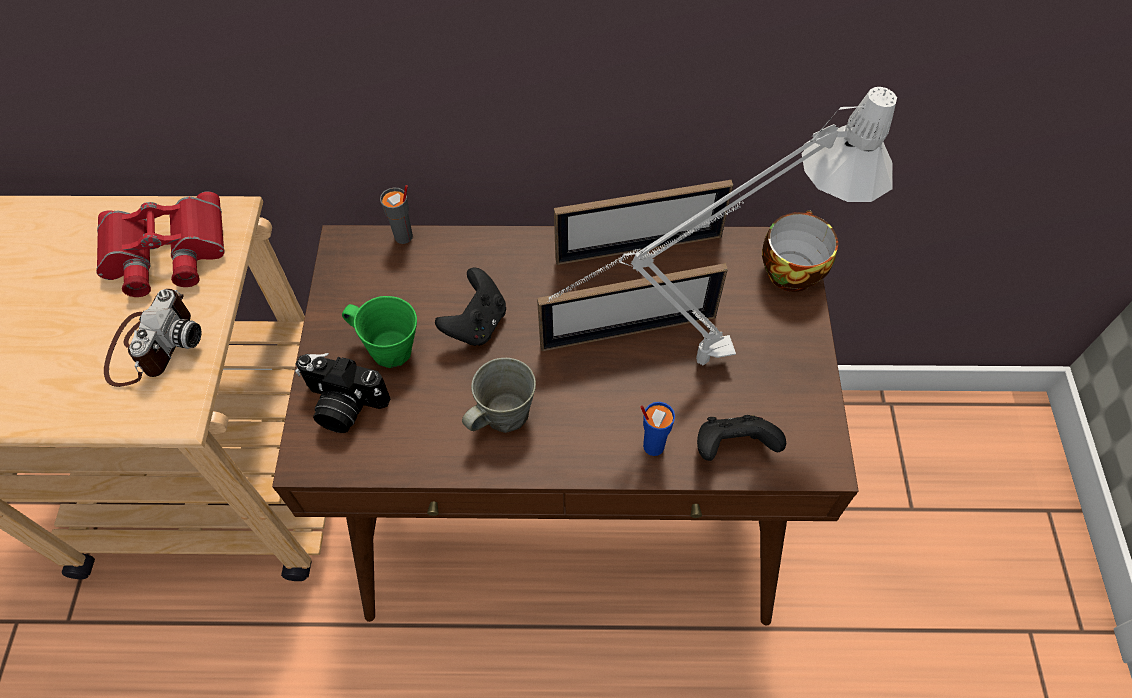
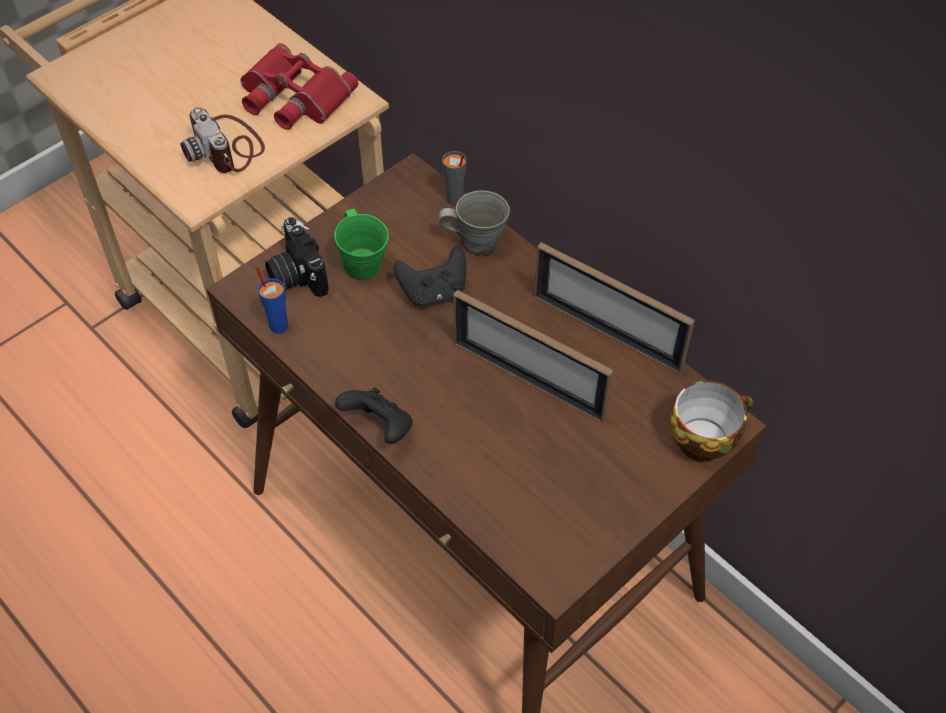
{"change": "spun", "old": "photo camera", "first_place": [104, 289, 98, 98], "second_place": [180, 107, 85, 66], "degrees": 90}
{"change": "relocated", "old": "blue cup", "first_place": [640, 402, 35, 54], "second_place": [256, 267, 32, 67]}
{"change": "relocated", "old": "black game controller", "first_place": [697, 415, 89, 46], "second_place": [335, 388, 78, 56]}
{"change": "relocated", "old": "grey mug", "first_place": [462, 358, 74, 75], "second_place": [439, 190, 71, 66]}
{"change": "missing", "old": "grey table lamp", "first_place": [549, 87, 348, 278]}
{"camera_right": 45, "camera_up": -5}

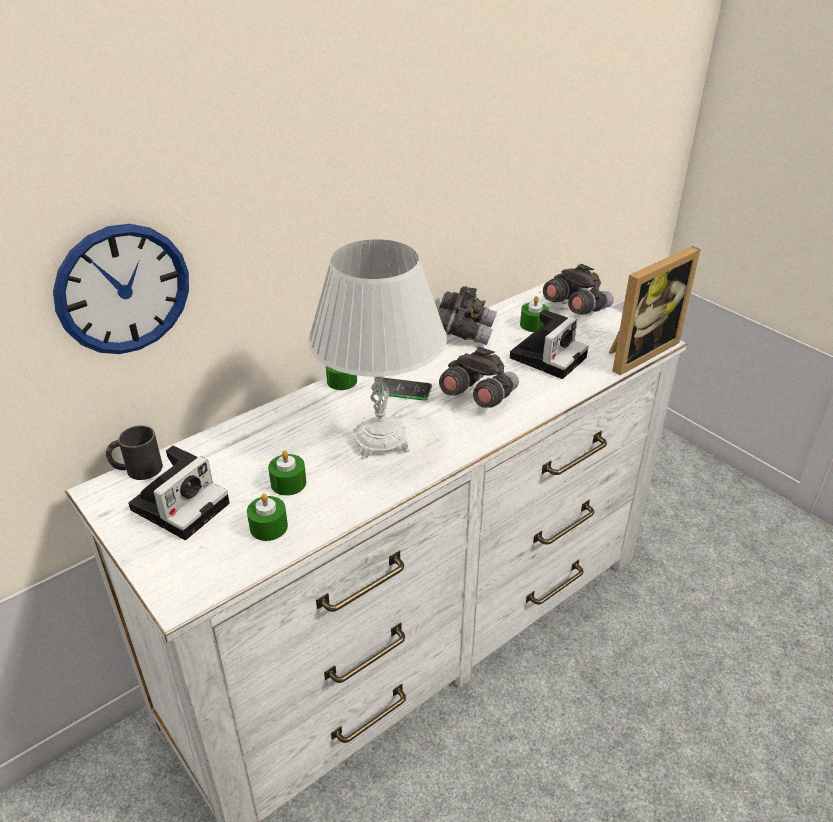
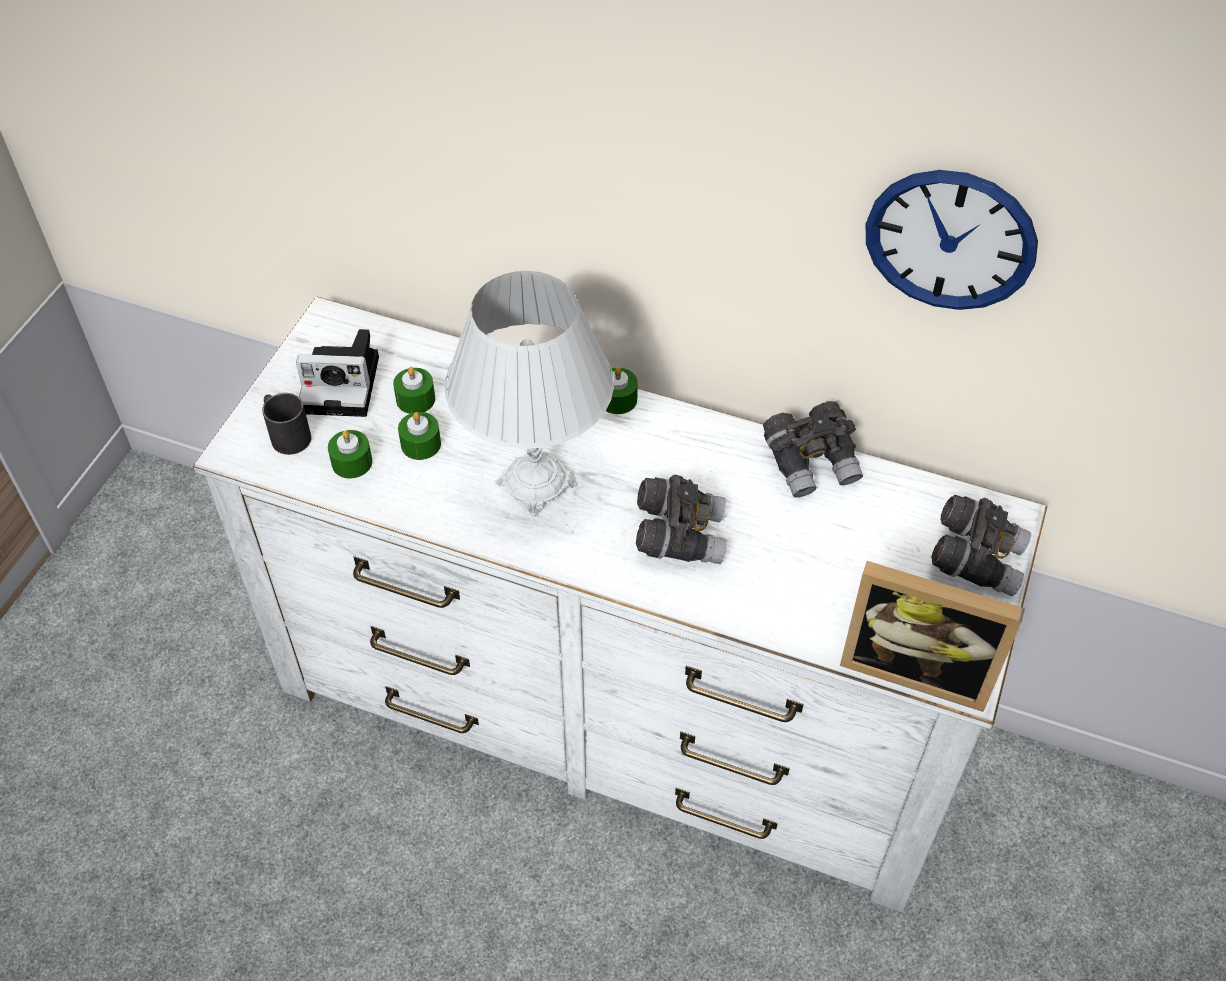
{"change": "relocated", "old": "black mug", "first_place": [106, 425, 57, 55], "second_place": [262, 393, 49, 62]}
{"change": "relocated", "old": "green candle", "first_place": [520, 296, 29, 36], "second_place": [393, 367, 42, 47]}
{"change": "relocated", "old": "wall clock", "first_place": [53, 224, 136, 130], "second_place": [866, 170, 172, 140]}
{"change": "missing", "old": "phone", "first_place": [374, 378, 58, 22]}
{"change": "missing", "old": "photo camera", "first_place": [510, 310, 79, 69]}
{"camera_right": 60, "camera_up": 15}

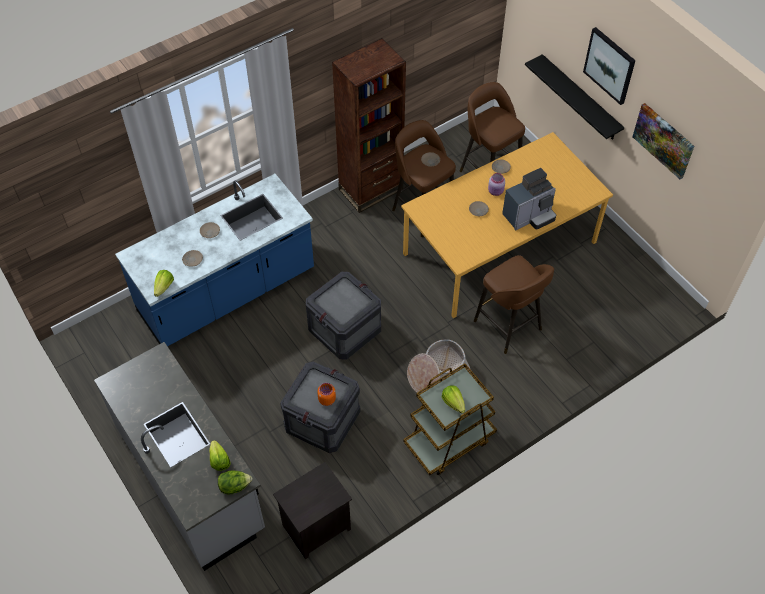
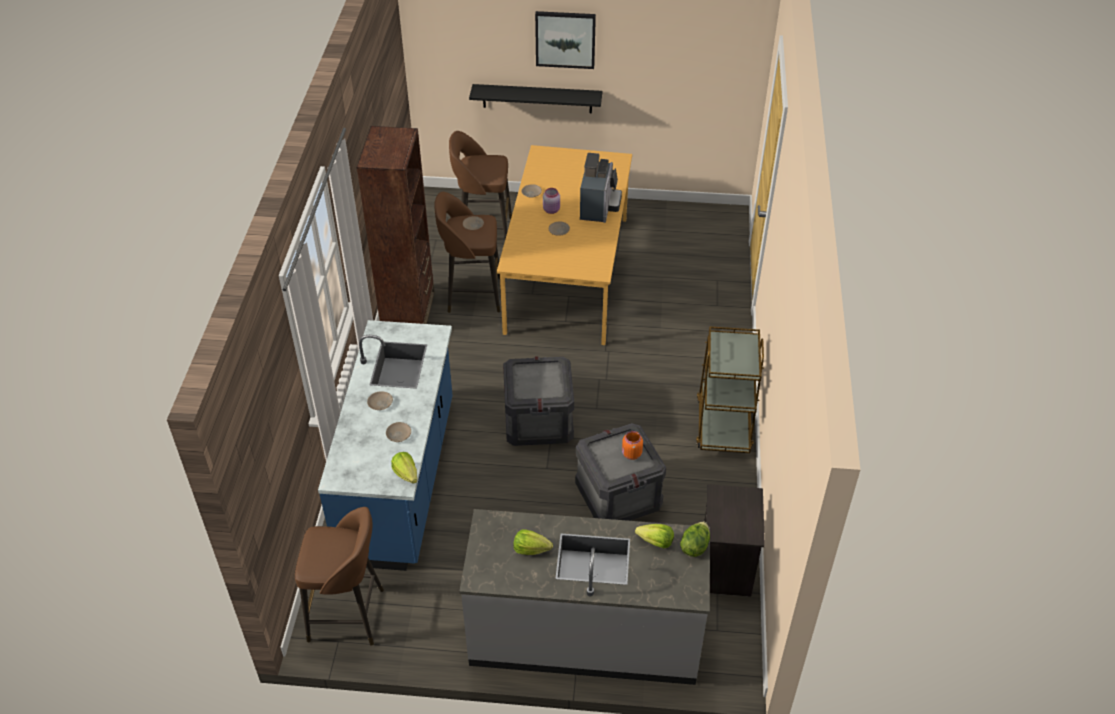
{"change": "relocated", "old": "brown stool", "first_place": [474, 255, 80, 99], "second_place": [295, 507, 89, 139]}
{"change": "relocated", "old": "lettuce", "first_place": [442, 385, 23, 28], "second_place": [513, 529, 40, 26]}
{"change": "missing", "old": "basket", "first_place": [407, 339, 66, 55]}
{"change": "missing", "old": "picture", "first_place": [632, 103, 62, 76]}
{"camera_right": -50, "camera_up": -10}

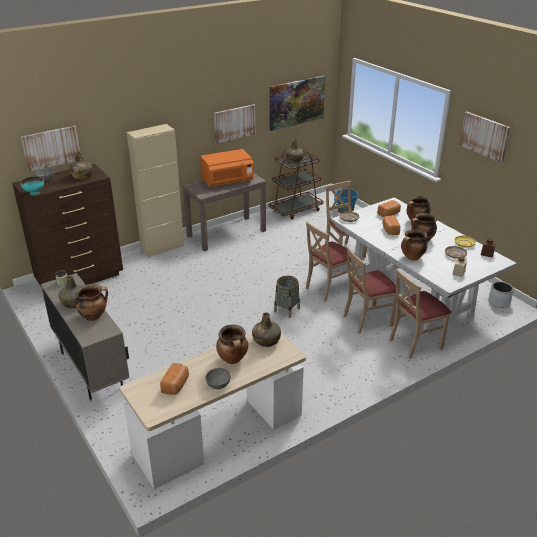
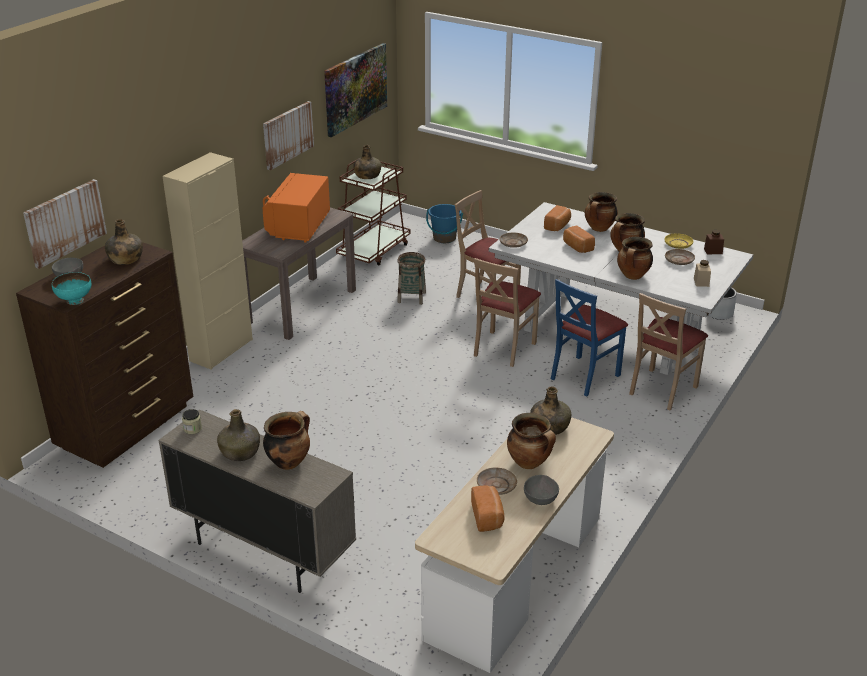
{"change": "spun", "old": "orange microwave", "first_place": [200, 149, 54, 38], "second_place": [263, 173, 67, 70], "degrees": 150}
{"change": "relocated", "old": "basket", "first_place": [274, 276, 26, 42], "second_place": [397, 252, 29, 53]}
{"change": "appeared", "new": "beige plate", "second_place": [477, 468, 40, 27]}
{"change": "colour", "old": "beige chair", "new": "blue chair", "first_place": [344, 247, 53, 86], "second_place": [551, 279, 77, 117]}
{"change": "missing", "old": "picture", "first_place": [460, 112, 50, 51]}
{"camera_right": -25, "camera_up": 0}

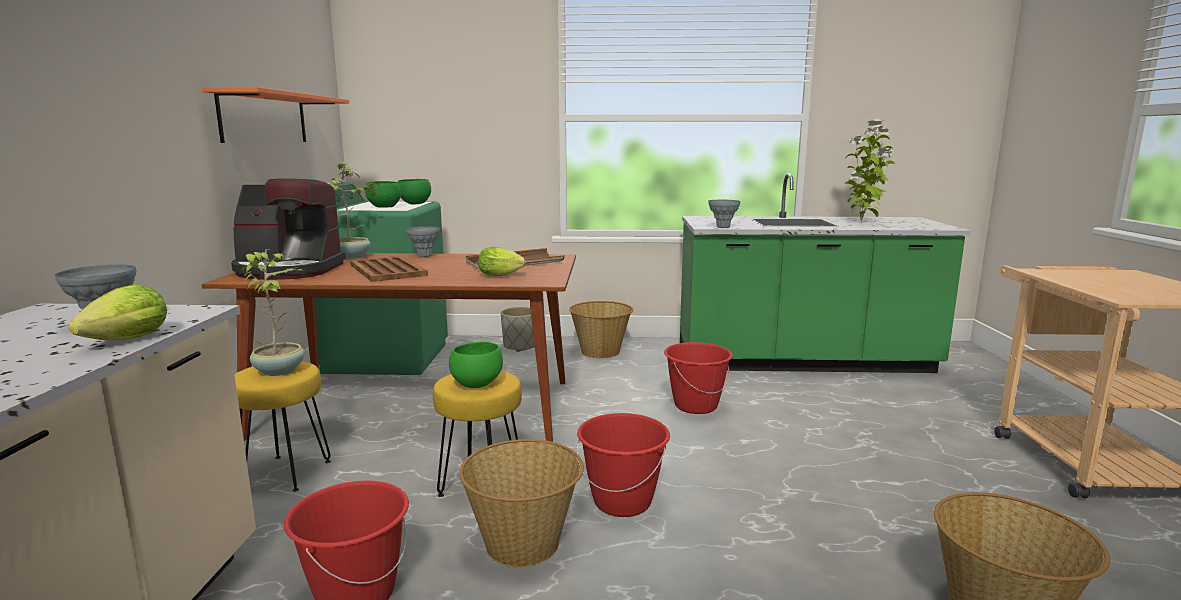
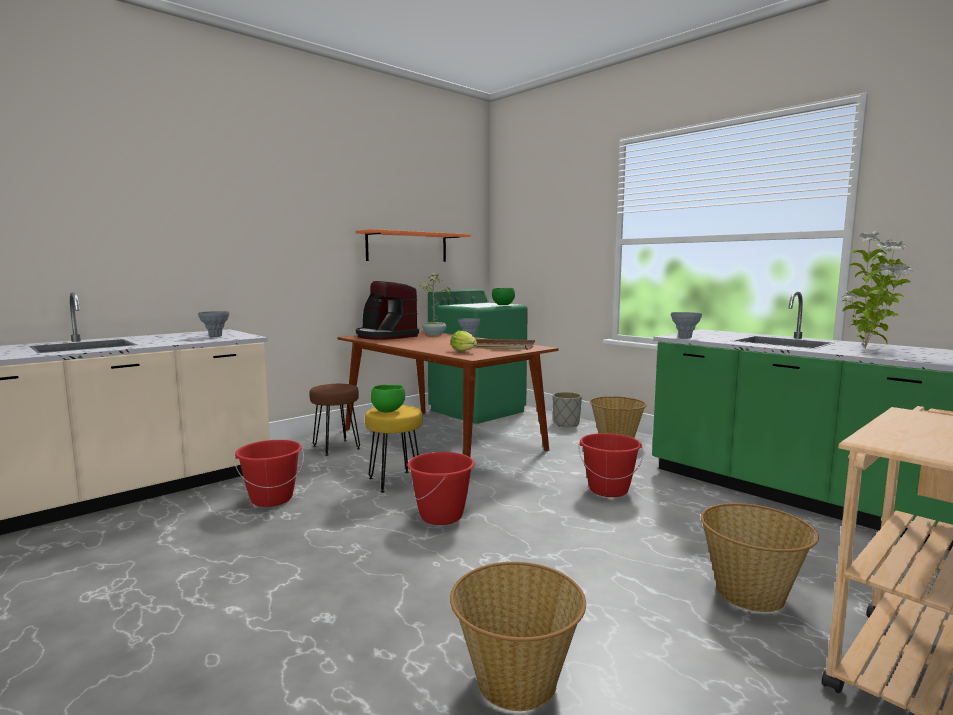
{"change": "colour", "old": "yellow stool", "new": "brown stool", "first_place": [234, 362, 97, 130], "second_place": [309, 384, 51, 72]}
{"change": "relocated", "old": "basket", "first_place": [459, 439, 125, 128], "second_place": [701, 503, 118, 109]}
{"change": "missing", "old": "lettuce", "first_place": [69, 284, 98, 56]}
{"change": "missing", "old": "potted plant", "first_place": [241, 249, 64, 127]}
{"change": "missing", "old": "brown tray", "first_place": [350, 256, 78, 26]}
{"change": "missing", "old": "green bowl", "first_place": [365, 181, 36, 27]}
{"camera_right": 45, "camera_up": -5}

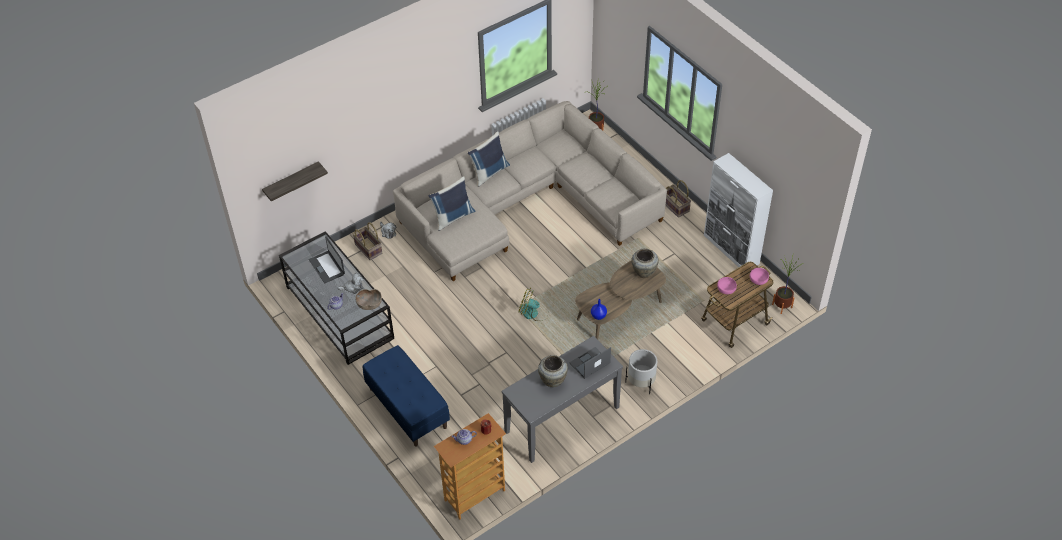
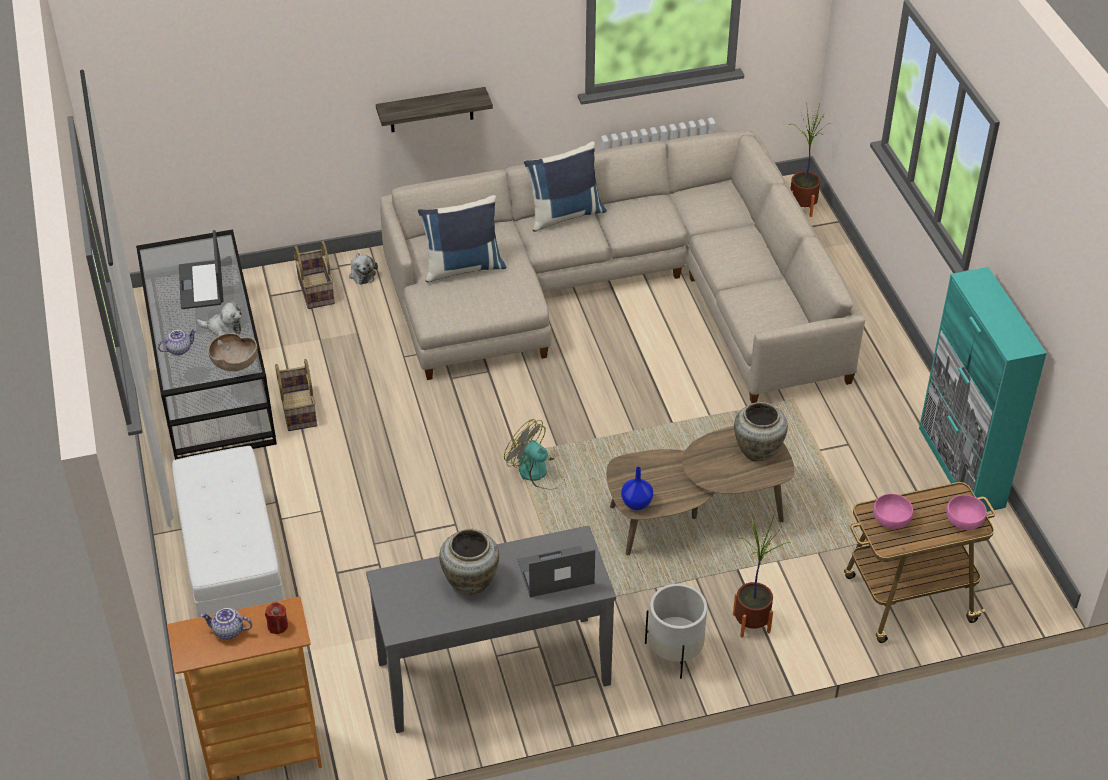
{"change": "colour", "old": "blue bench", "new": "white bench", "first_place": [363, 345, 87, 102], "second_place": [172, 446, 112, 171]}
{"change": "relocated", "old": "basket", "first_place": [665, 180, 26, 38], "second_place": [275, 359, 42, 72]}
{"change": "relocated", "old": "shelf", "first_place": [262, 161, 66, 40], "second_place": [376, 87, 117, 45]}
{"change": "relocated", "old": "potted plant", "first_place": [772, 255, 32, 59], "second_place": [733, 514, 58, 124]}
{"change": "colour", "old": "white cabinet", "new": "turquoise cabinet", "first_place": [704, 153, 69, 117], "second_place": [919, 267, 128, 245]}
{"camera_right": 20, "camera_up": -5}

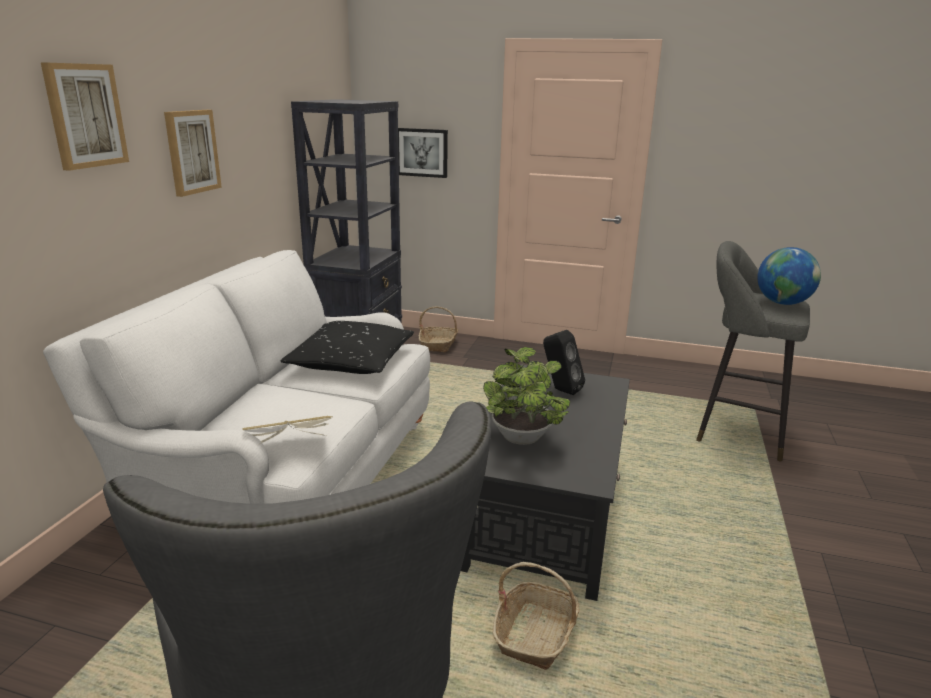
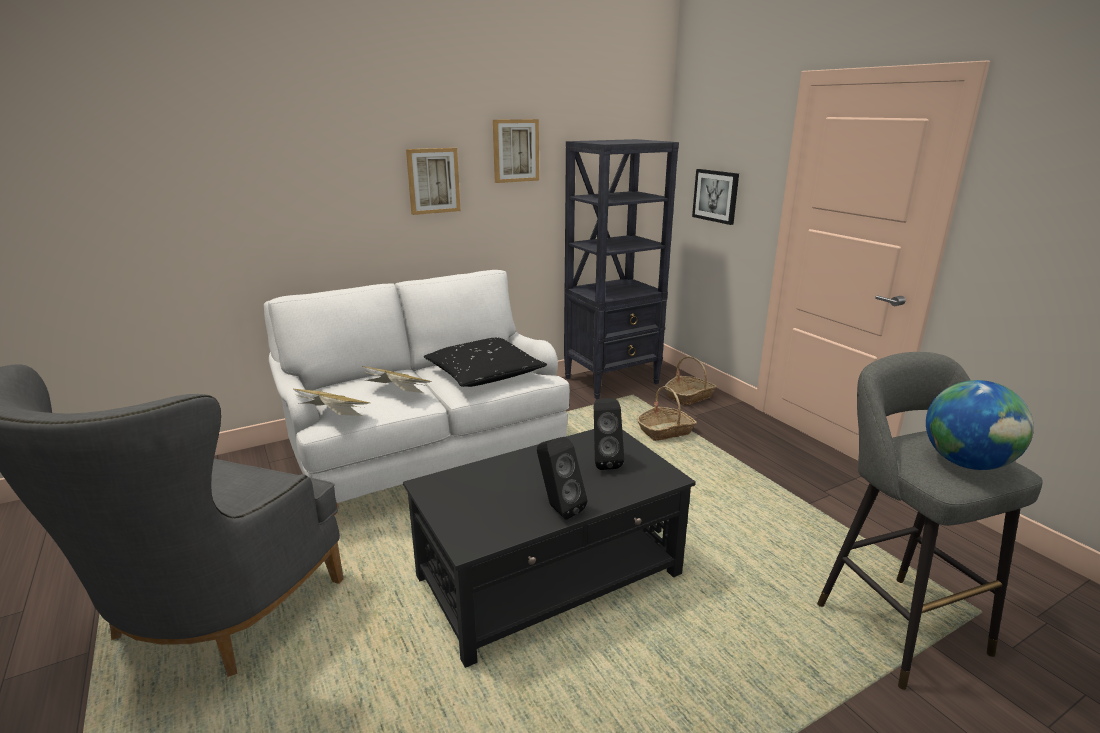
{"change": "appeared", "new": "book", "second_place": [362, 366, 70, 27]}
{"change": "relocated", "old": "picture", "first_place": [41, 62, 88, 109], "second_place": [493, 119, 46, 64]}
{"change": "appeared", "new": "black speaker", "second_place": [537, 437, 50, 83]}
{"change": "relocated", "old": "basket", "first_place": [493, 562, 87, 108], "second_place": [637, 386, 60, 55]}
{"change": "missing", "old": "potted plant", "first_place": [483, 347, 87, 98]}
{"camera_right": 45, "camera_up": 0}

